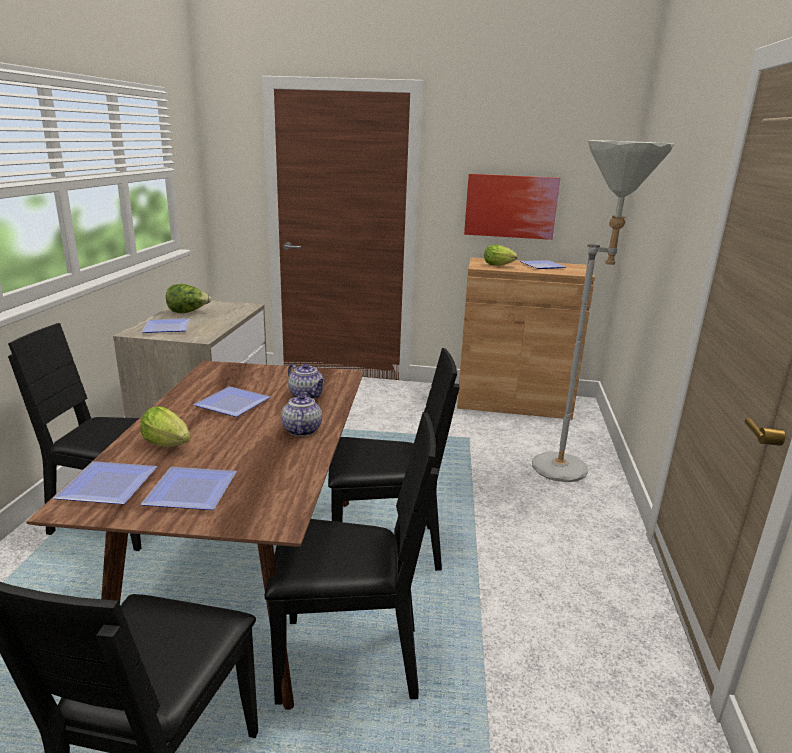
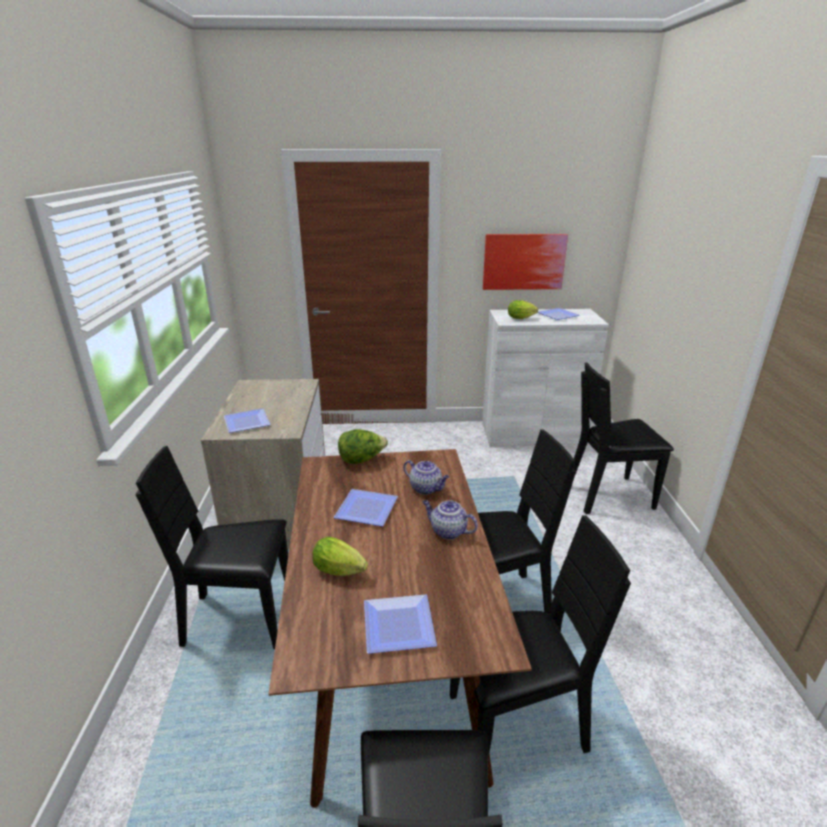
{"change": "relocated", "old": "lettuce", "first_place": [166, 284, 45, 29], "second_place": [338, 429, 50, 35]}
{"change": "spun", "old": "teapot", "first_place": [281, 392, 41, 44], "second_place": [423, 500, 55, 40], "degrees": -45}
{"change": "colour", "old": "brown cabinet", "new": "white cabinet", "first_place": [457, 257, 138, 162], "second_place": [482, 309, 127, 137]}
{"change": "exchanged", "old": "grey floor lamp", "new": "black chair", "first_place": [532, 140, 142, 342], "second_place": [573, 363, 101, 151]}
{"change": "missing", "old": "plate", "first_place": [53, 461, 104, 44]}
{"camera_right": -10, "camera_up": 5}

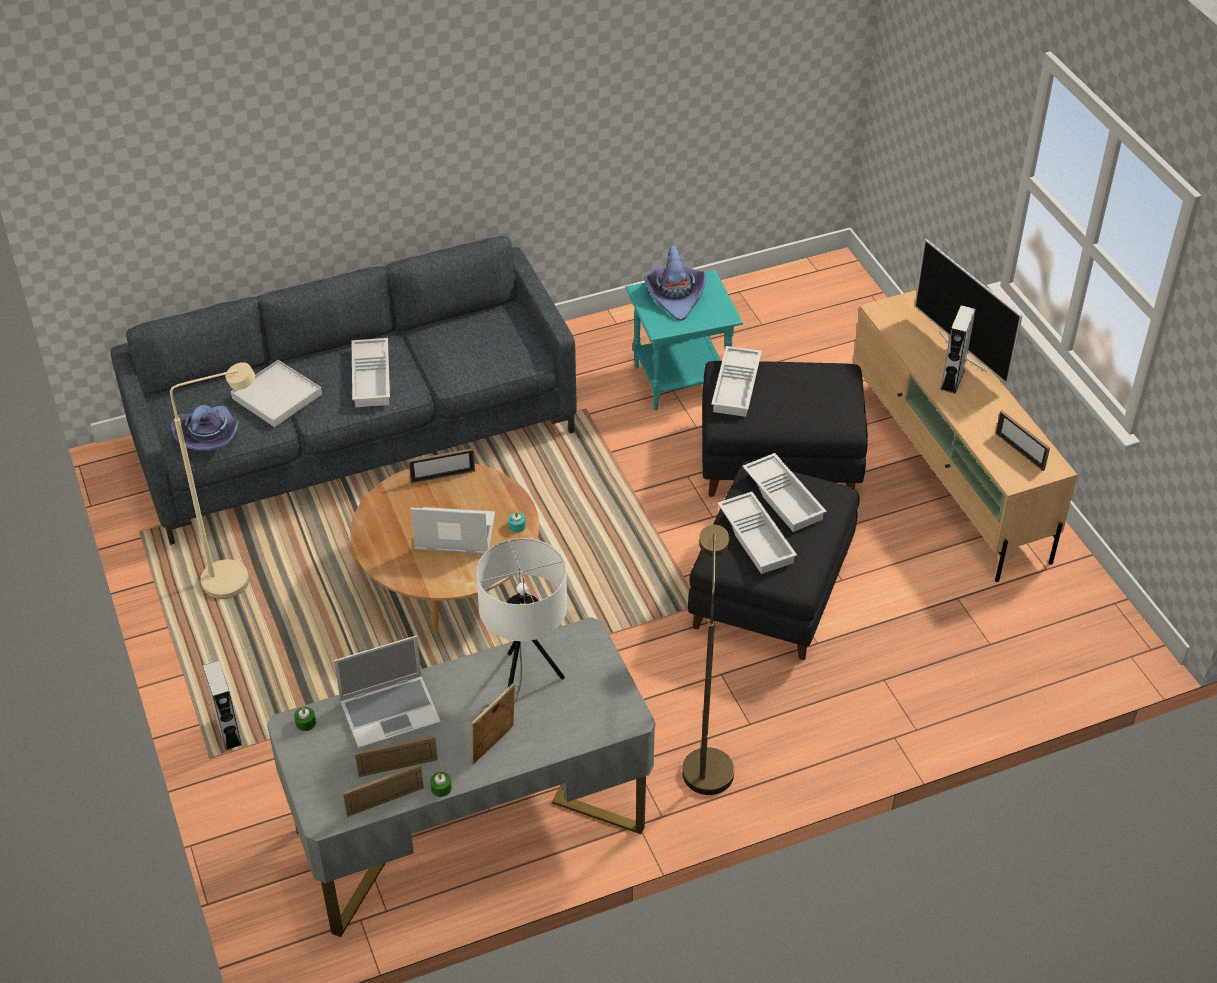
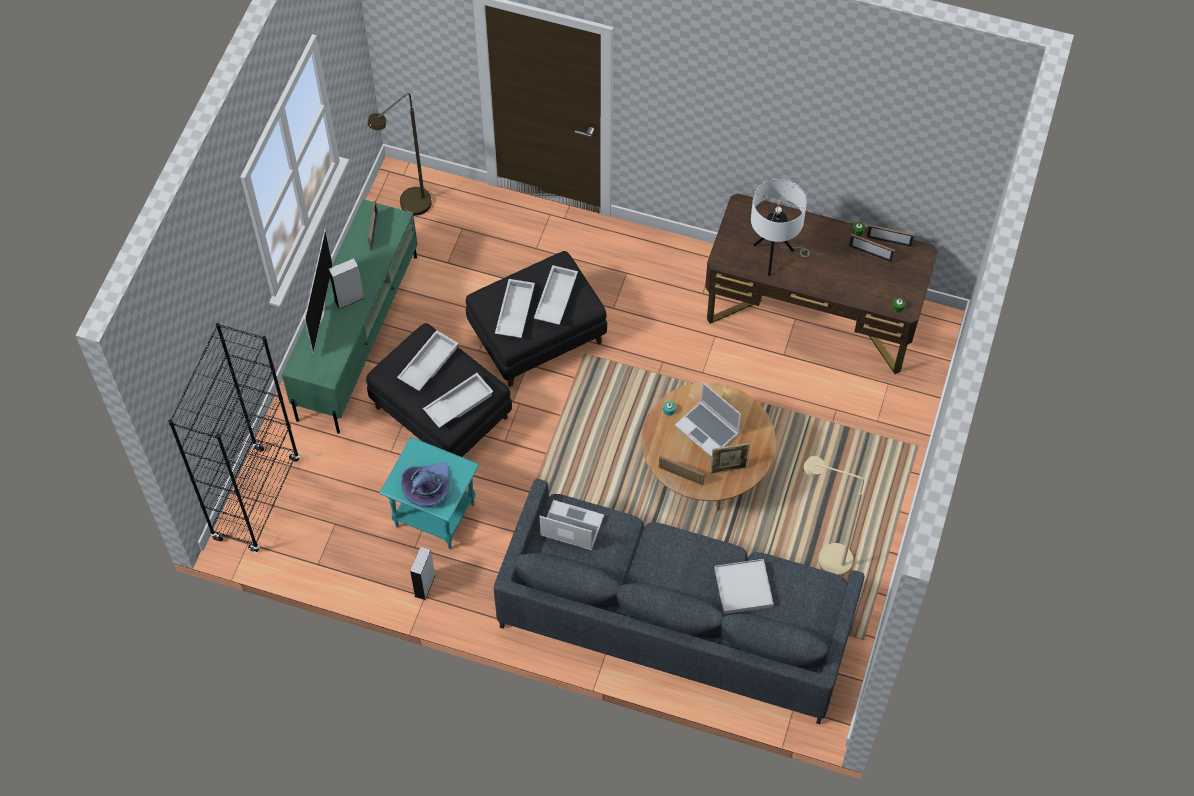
{"change": "appeared", "new": "black bookcase", "second_place": [168, 323, 132, 230]}
{"change": "colour", "old": "beige tv stand", "new": "green tv stand", "first_place": [853, 290, 224, 292], "second_place": [282, 199, 136, 235]}
{"change": "relocated", "old": "brown floor lamp", "first_place": [682, 525, 52, 270], "second_place": [368, 93, 64, 123]}
{"change": "relocated", "old": "white tray", "first_place": [351, 338, 39, 69], "second_place": [397, 330, 61, 61]}
{"change": "relocated", "old": "grey speaker", "first_place": [203, 661, 39, 89], "second_place": [410, 547, 25, 53]}
{"change": "relocated", "old": "laptop", "first_place": [334, 636, 107, 113], "second_place": [540, 500, 64, 50]}
{"change": "colour", "old": "grey desk", "new": "brown desk", "first_place": [267, 617, 389, 320], "second_place": [705, 193, 233, 181]}
{"change": "relocated", "old": "picture frame", "first_place": [471, 684, 44, 81], "second_place": [710, 443, 40, 31]}
{"change": "missing", "old": "purple hat", "first_place": [171, 405, 68, 46]}
{"camera_right": -140, "camera_up": 15}

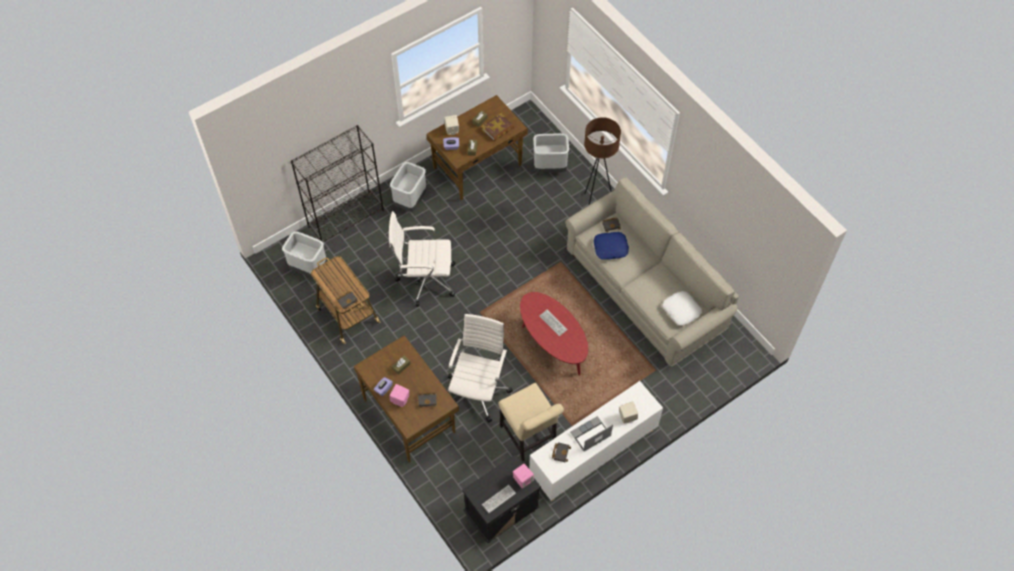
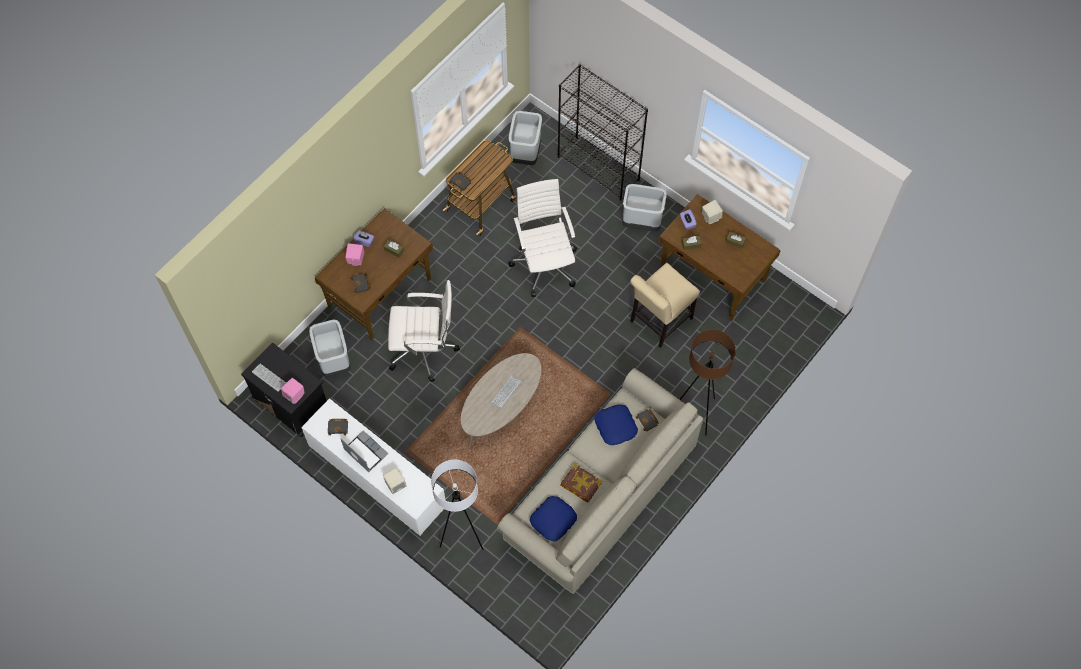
{"change": "relocated", "old": "grey trash can", "first_place": [533, 133, 36, 40], "second_place": [309, 320, 41, 57]}
{"change": "appeared", "new": "white floor lamp", "second_place": [431, 460, 52, 90]}
{"change": "colour", "old": "red coffee table", "new": "beige coffee table", "first_place": [520, 292, 68, 84], "second_place": [461, 353, 80, 93]}
{"change": "colour", "old": "white pillow", "new": "blue pillow", "first_place": [663, 291, 39, 34], "second_place": [530, 496, 47, 46]}
{"change": "relocated", "old": "book", "first_place": [481, 113, 33, 28], "second_place": [560, 464, 42, 39]}
{"change": "relocated", "old": "beige chair", "first_place": [498, 383, 66, 79], "second_place": [630, 263, 70, 85]}
{"camera_right": 75, "camera_up": 5}

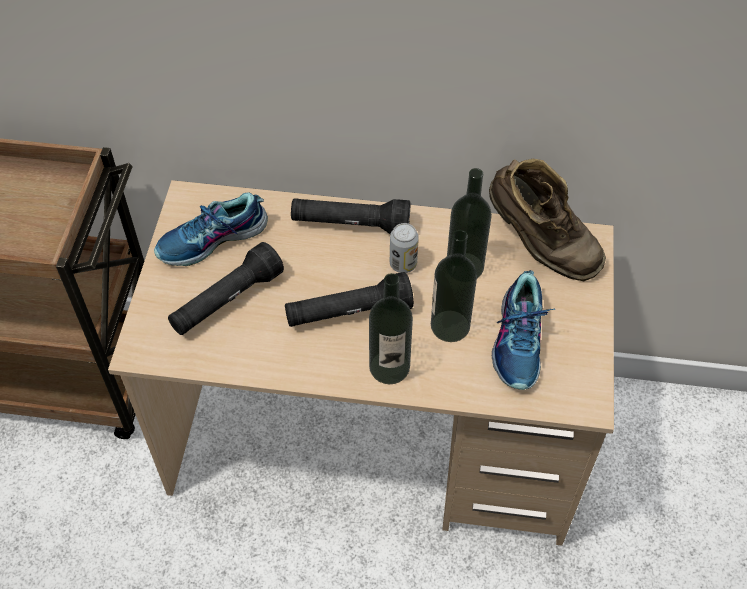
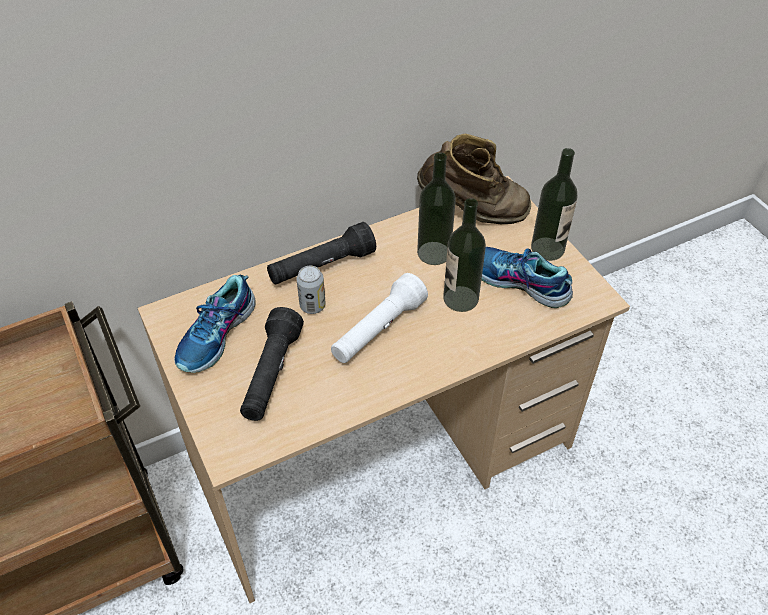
{"change": "relocated", "old": "can", "first_place": [390, 223, 29, 50], "second_place": [297, 266, 29, 48]}
{"change": "colour", "old": "black flashlight", "new": "white flashlight", "first_place": [285, 272, 129, 55], "second_place": [331, 273, 97, 90]}
{"change": "spun", "old": "shoe", "first_place": [492, 270, 63, 120], "second_place": [482, 247, 91, 61], "degrees": 150}
{"change": "relocated", "old": "bottle", "first_place": [369, 273, 44, 111], "second_place": [531, 148, 47, 113]}
{"camera_right": -35, "camera_up": -5}

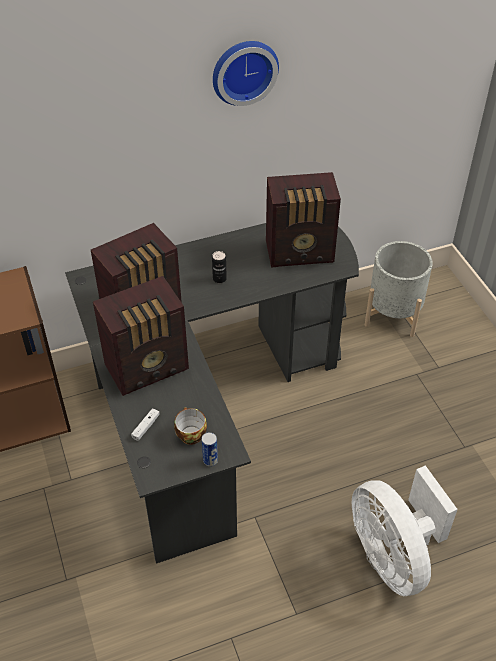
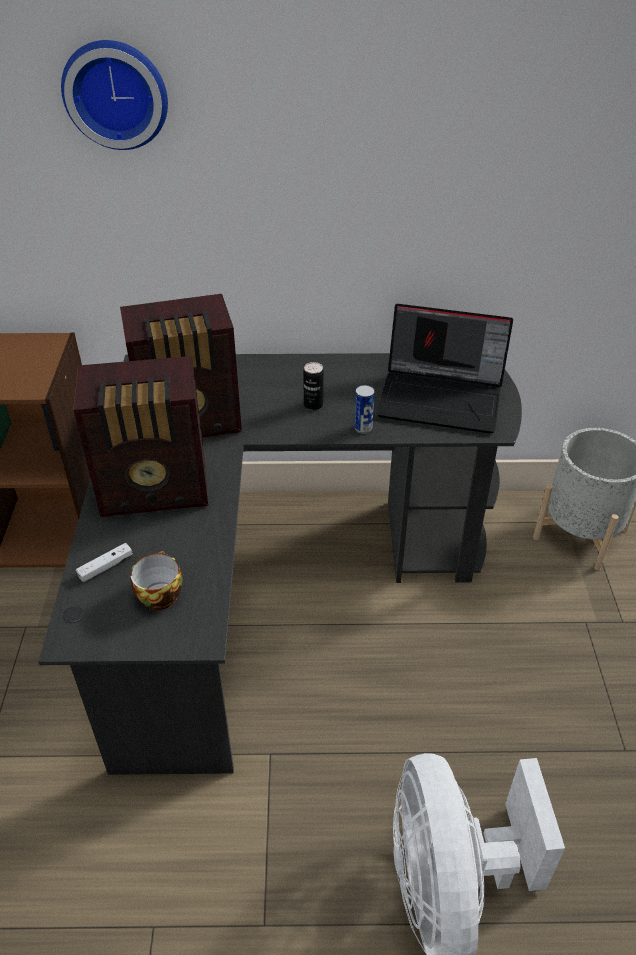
{"change": "relocated", "old": "wall clock", "first_place": [213, 41, 66, 65], "second_place": [61, 40, 107, 110]}
{"change": "relocated", "old": "can", "first_place": [202, 432, 16, 34], "second_place": [354, 385, 20, 49]}
{"change": "exchanged", "old": "radio", "new": "laptop", "first_place": [266, 172, 75, 95], "second_place": [376, 304, 137, 130]}
{"camera_right": 20, "camera_up": -5}

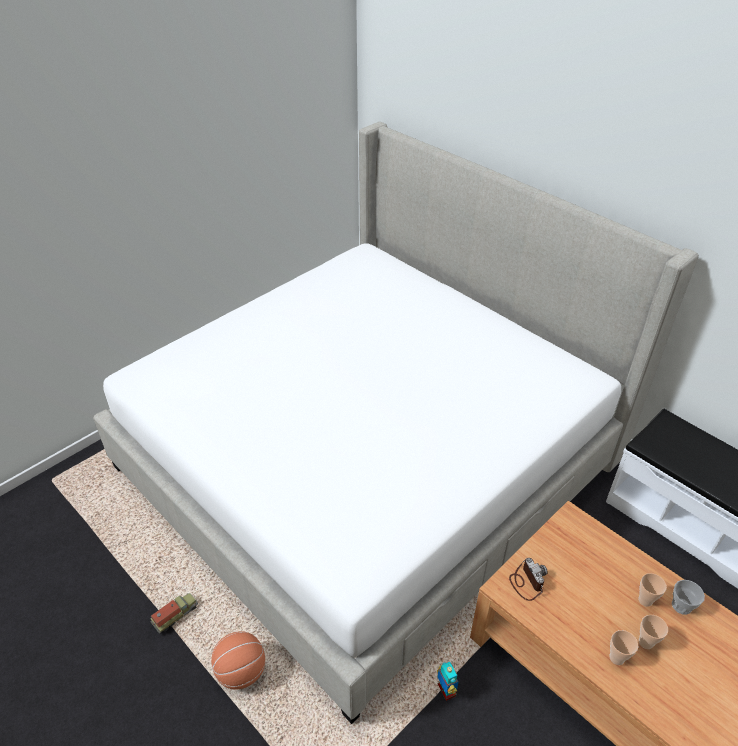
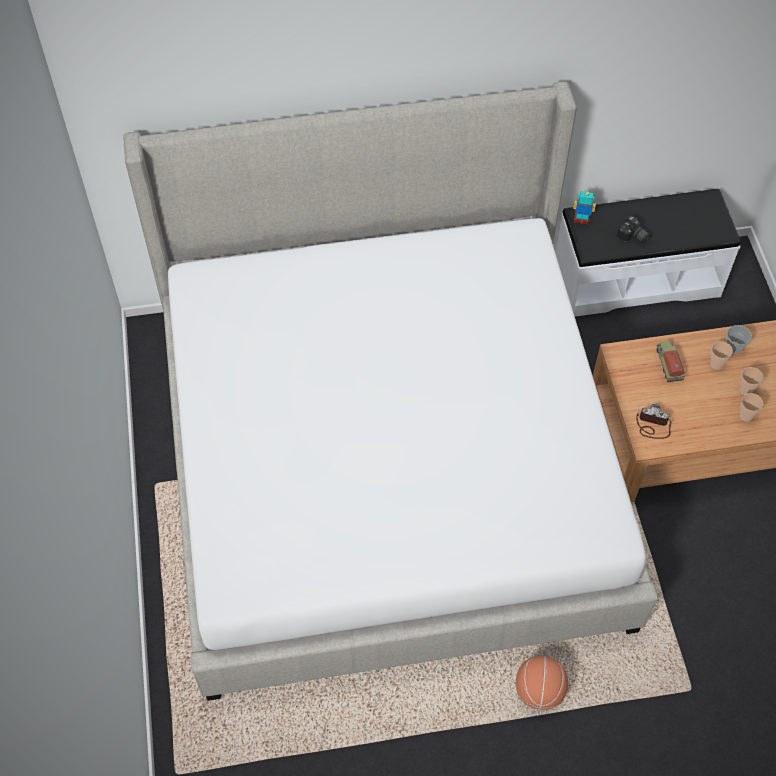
{"change": "relocated", "old": "toy robot", "first_place": [437, 662, 21, 39], "second_place": [573, 190, 23, 34]}
{"change": "appeared", "new": "photo camera", "second_place": [617, 216, 34, 27]}
{"change": "relocated", "old": "toy truck", "first_place": [150, 593, 48, 41], "second_place": [657, 340, 28, 42]}
{"camera_right": -55, "camera_up": 15}

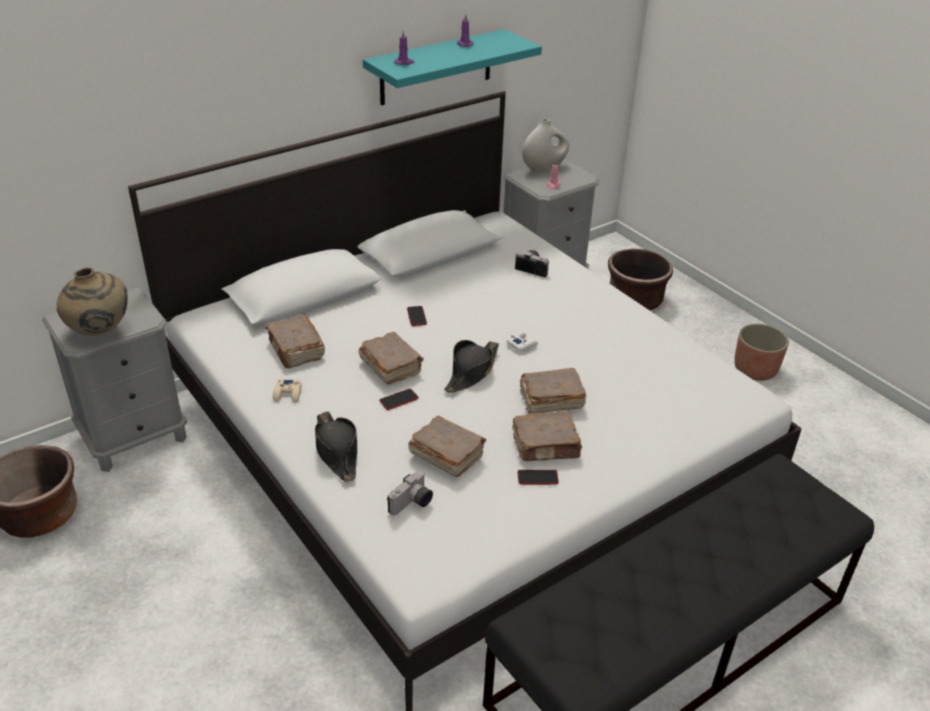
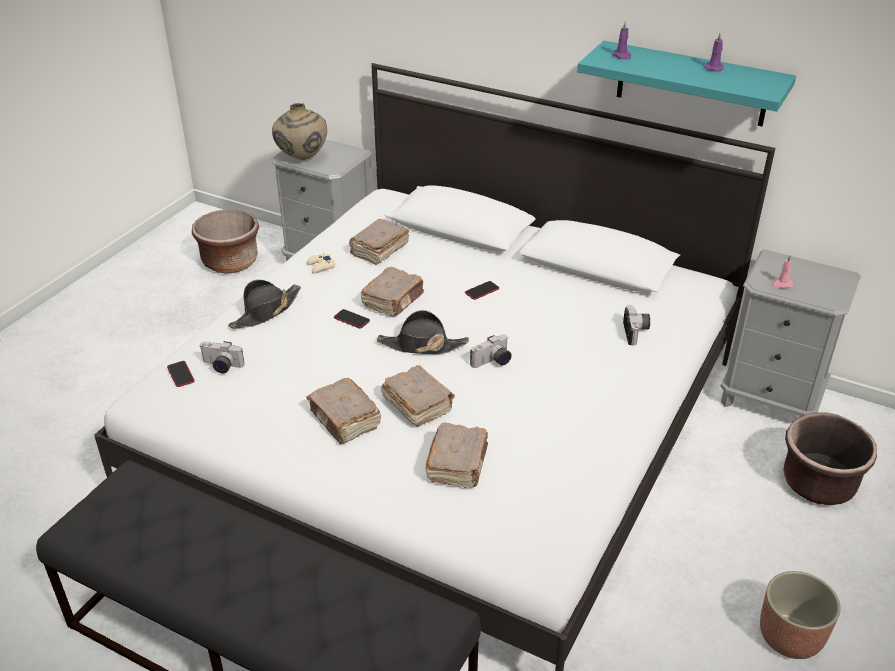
{"change": "relocated", "old": "phone", "first_place": [517, 470, 42, 15], "second_place": [167, 361, 28, 26]}
{"change": "relocated", "old": "brown book", "first_place": [408, 416, 78, 61], "second_place": [425, 423, 63, 65]}
{"change": "exchanged", "old": "white game controller", "new": "photo camera", "first_place": [507, 331, 31, 21], "second_place": [470, 334, 42, 34]}
{"change": "missing", "old": "white vase", "first_place": [522, 119, 47, 55]}
{"camera_right": 65, "camera_up": 0}

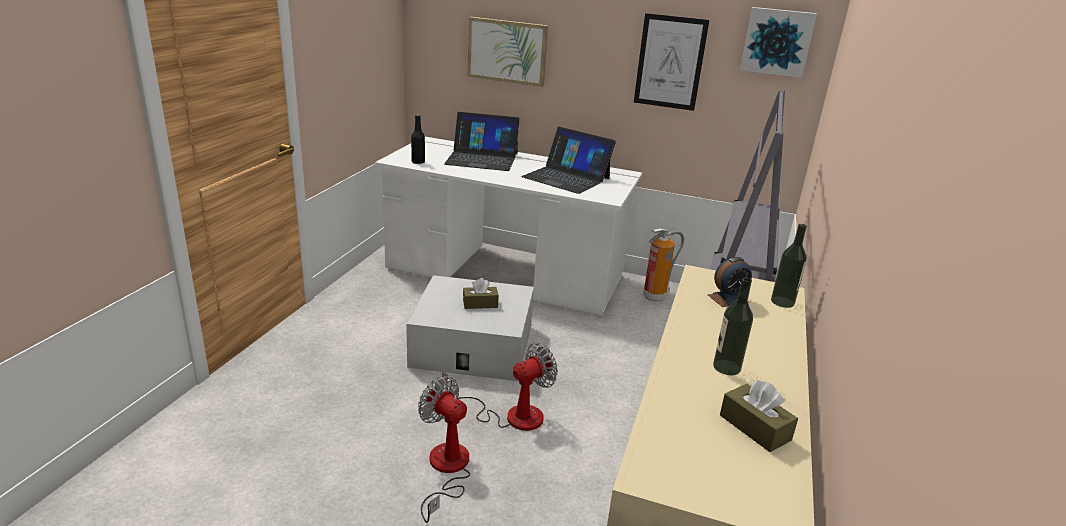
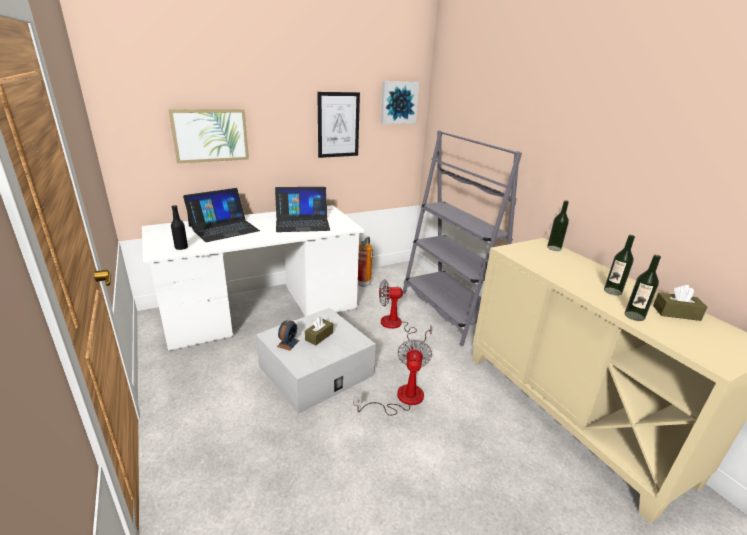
{"change": "relocated", "old": "alarm clock", "first_place": [708, 257, 44, 50], "second_place": [277, 320, 23, 31]}
{"change": "relocated", "old": "fan", "first_place": [418, 376, 52, 147], "second_place": [379, 279, 53, 64]}
{"change": "appeared", "new": "bottle", "second_place": [625, 255, 36, 66]}
{"camera_right": -45, "camera_up": 0}

